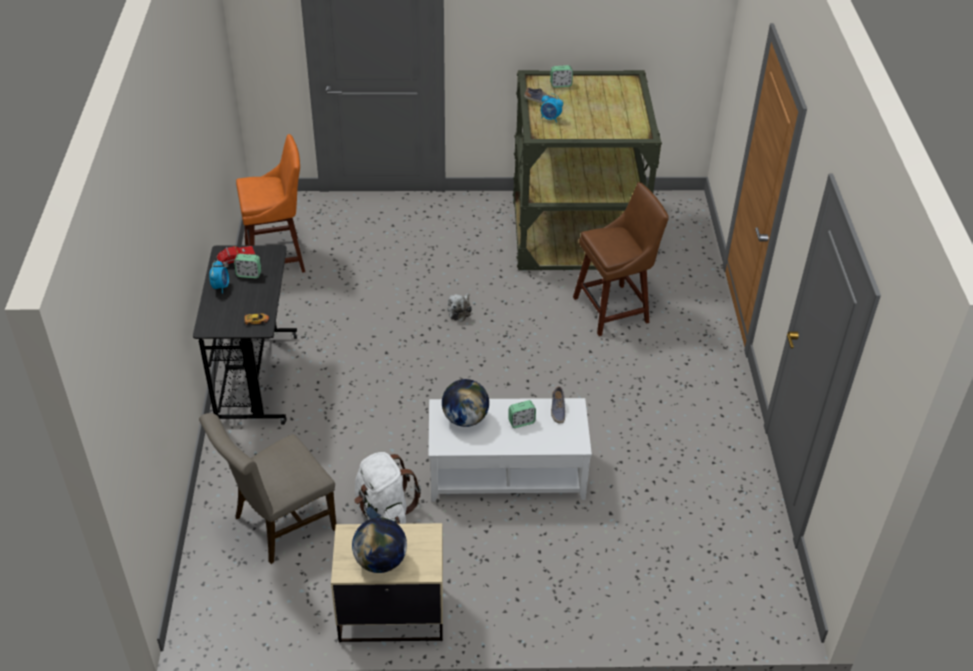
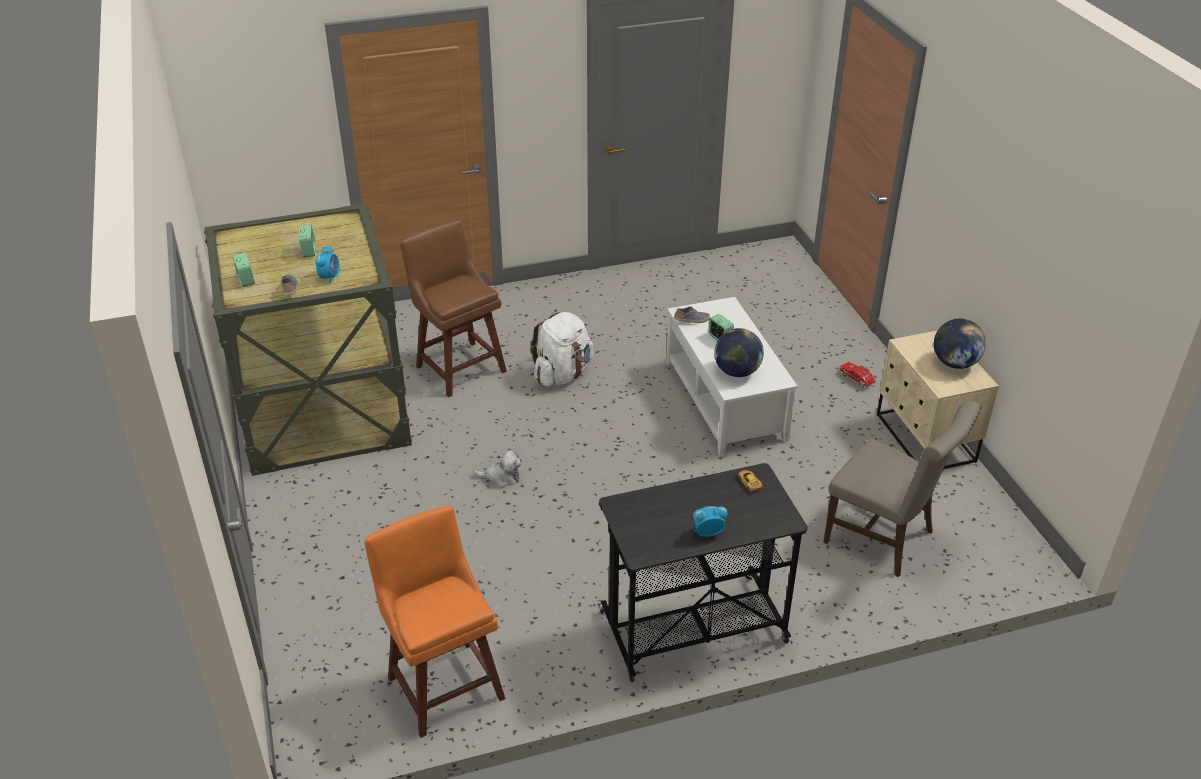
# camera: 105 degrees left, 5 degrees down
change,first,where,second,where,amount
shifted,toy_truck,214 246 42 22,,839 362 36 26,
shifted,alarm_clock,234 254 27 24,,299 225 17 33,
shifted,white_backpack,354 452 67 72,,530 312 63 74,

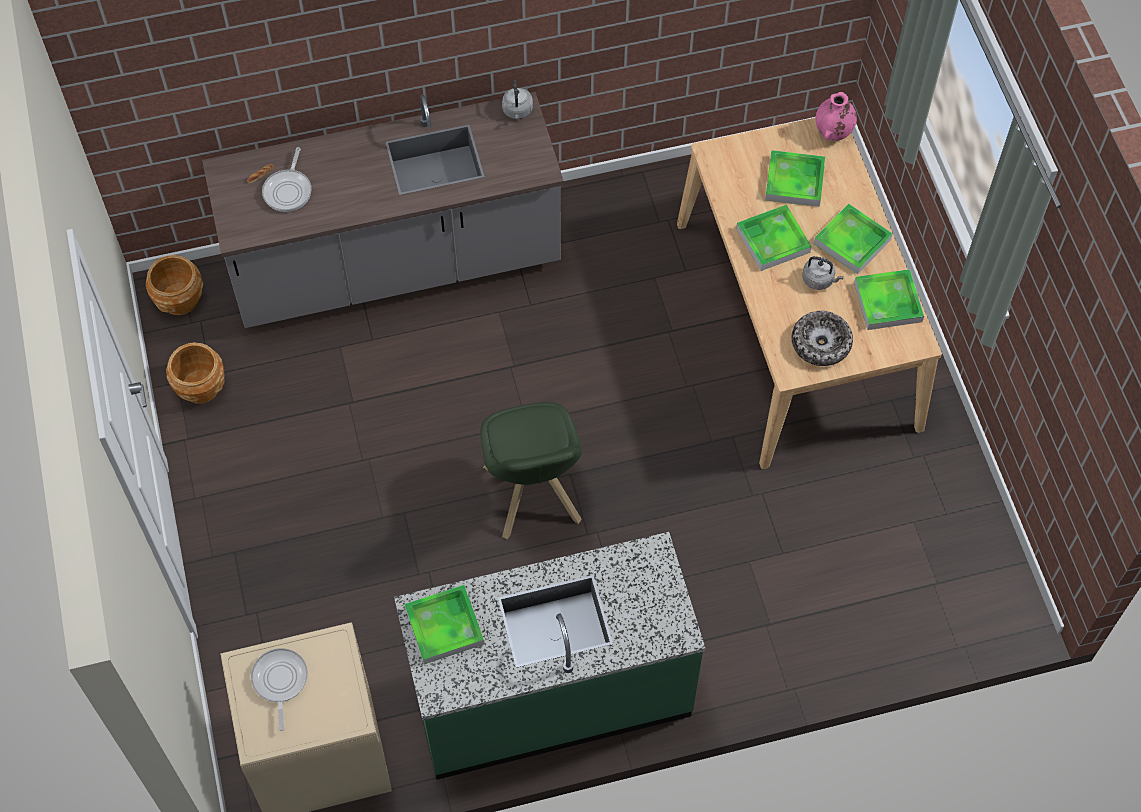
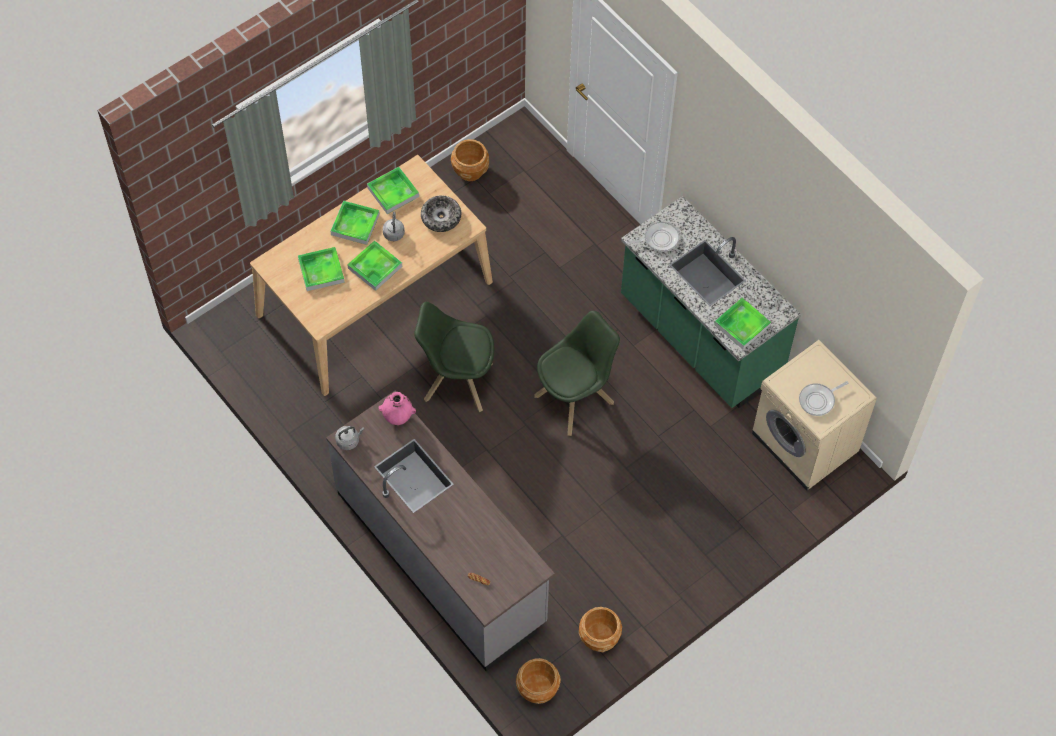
# camera: 115 degrees left, 0 degrees up
change,first,where,second,where,amount
shifted,pink_vase,816 92 41 49,,379 392 37 33,
shifted,frying_pan,262 147 50 65,,627 222 52 30,
new,,,brown_planter,451 139 38 42,
new,,,green_chair,414 302 80 110,

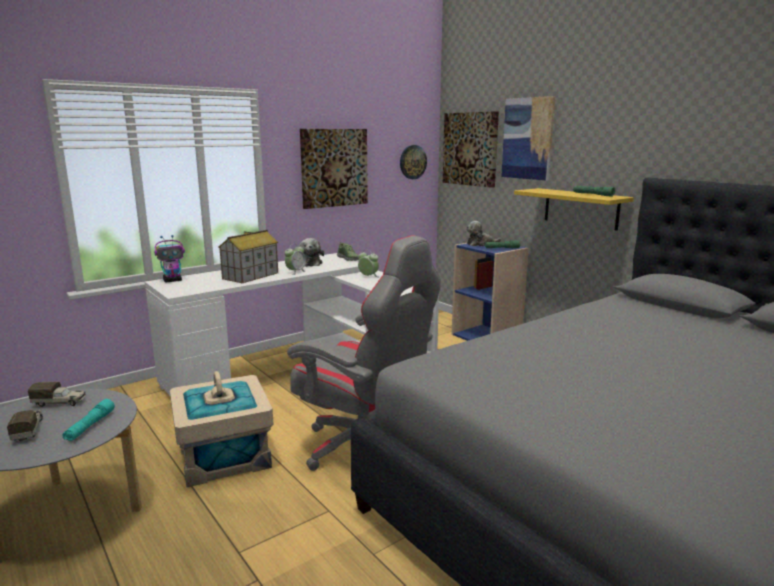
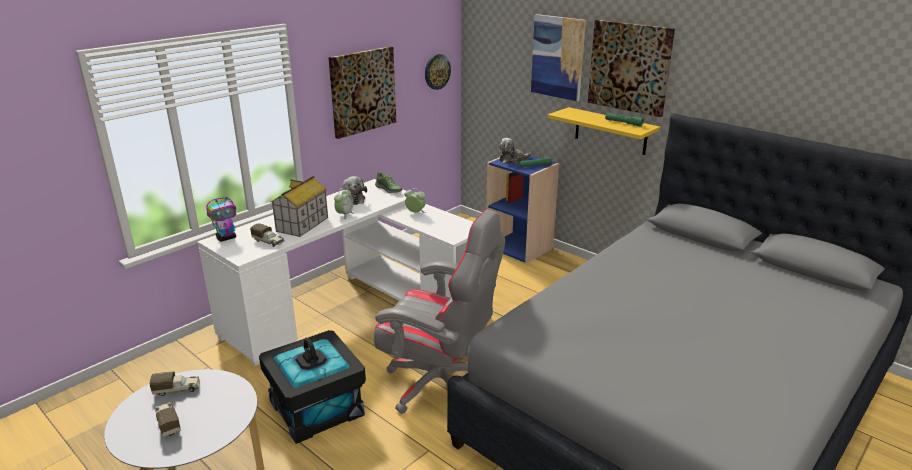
# camera: 10 degrees left, 10 degrees up
change,first,where,second,where,amount
shifted,picture,443 111 56 77,,588 20 87 97,
repainted,beige_storage_box,170 371 104 116,black_storage_box,259 330 107 114,
gone,turquoise_flashlight,62 399 53 42,,,
new,,,toy_truck,250 223 34 24,

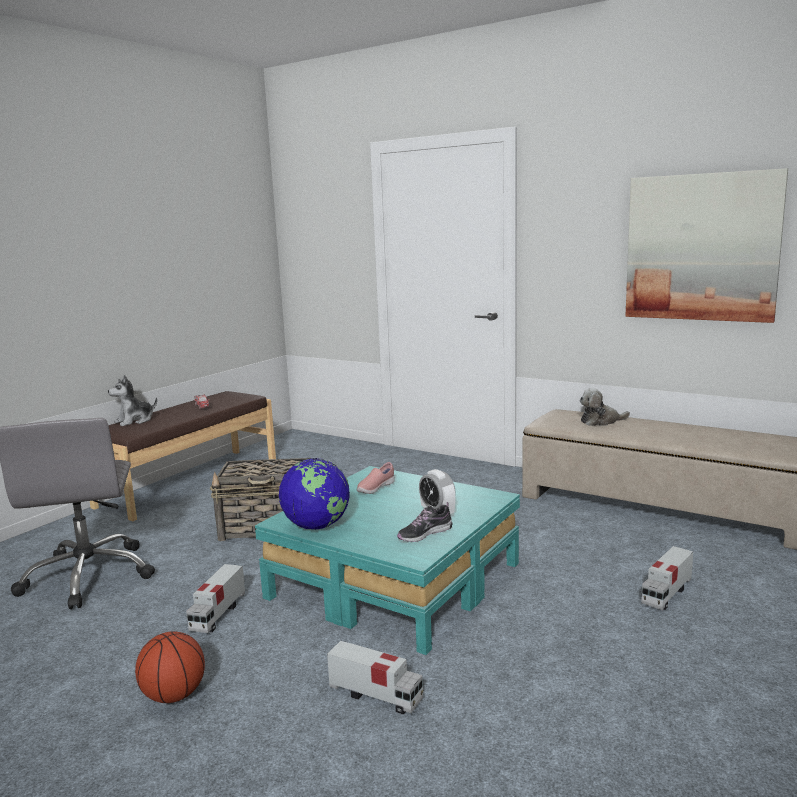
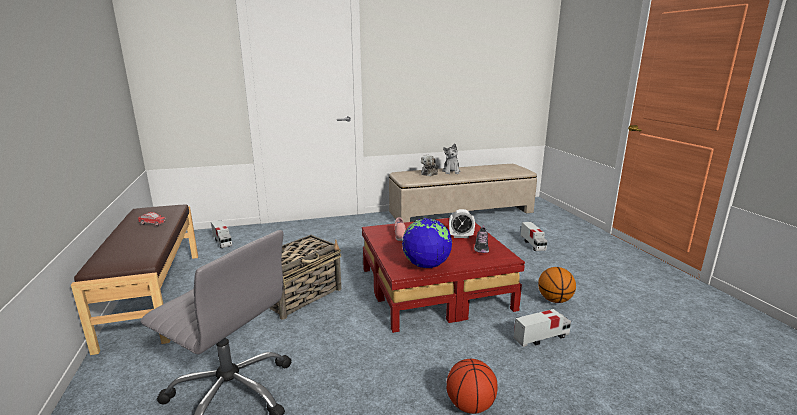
# camera: 50 degrees left, 5 degrees up
change,first,where,second,where,amount
gone,picture,625 168 163 155,,,
shifted,plush_toy,108 375 49 51,,442 143 18 31,
repainted,turquoise_coffee_table,255 466 265 189,red_coffee_table,362 218 163 115,
shifted,toy_truck,186 564 59 69,,211 220 21 28,
new,,,basketball,538 267 38 36,

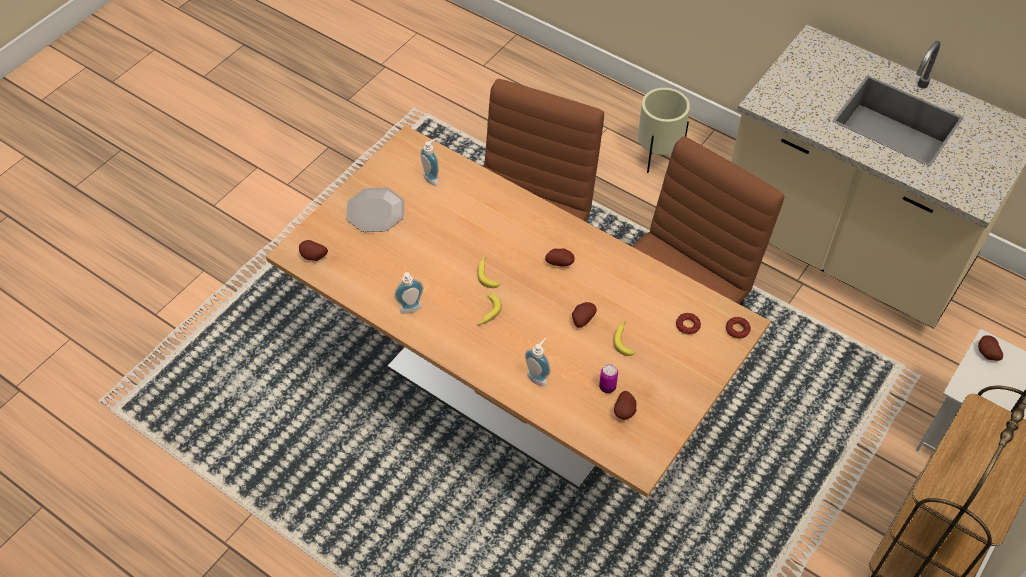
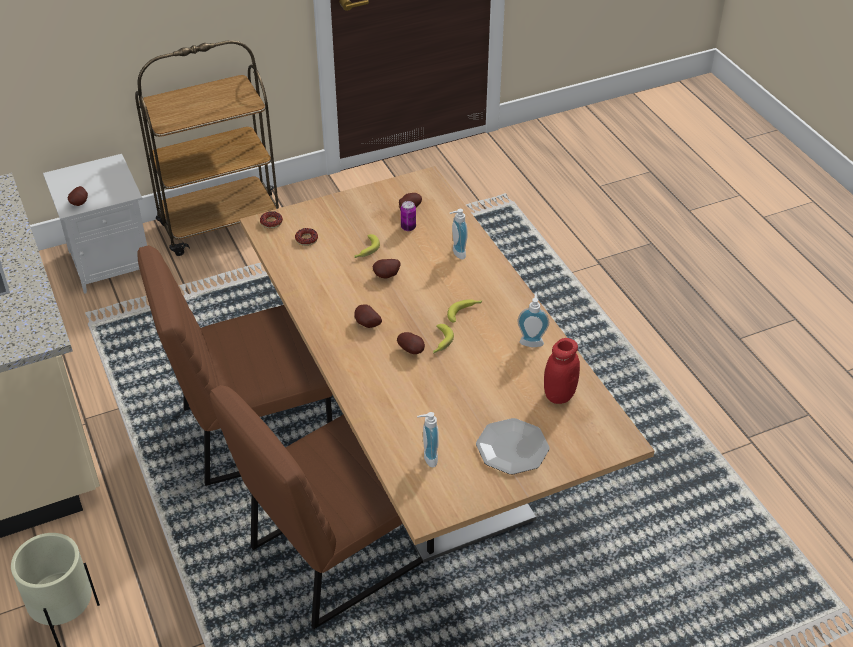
# camera: 150 degrees left, 10 degrees down
change,first,where,second,where,amount
shifted,potato,299 240 29 21,,397 332 28 22,
new,,,red_jar,544 338 36 66,

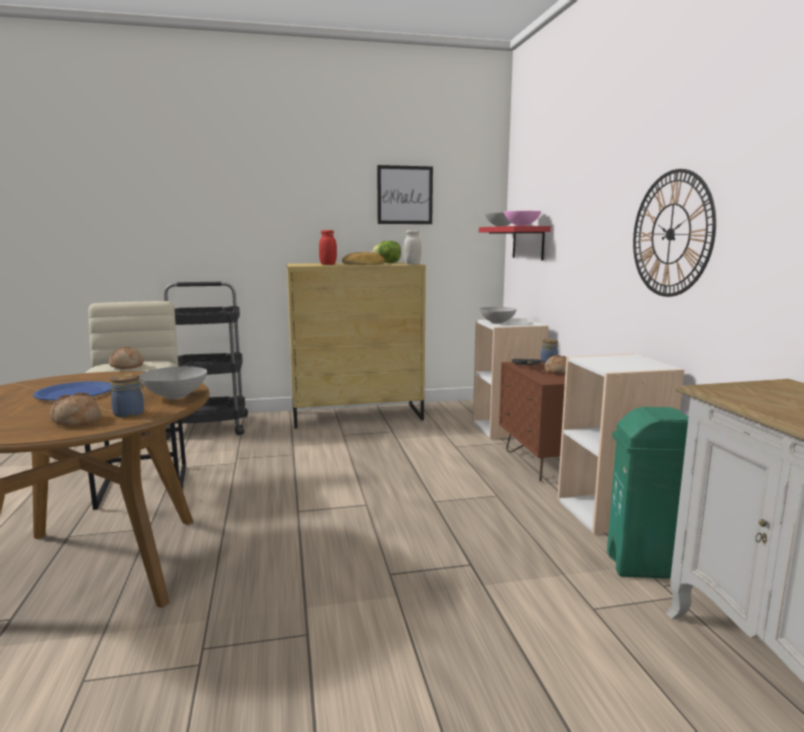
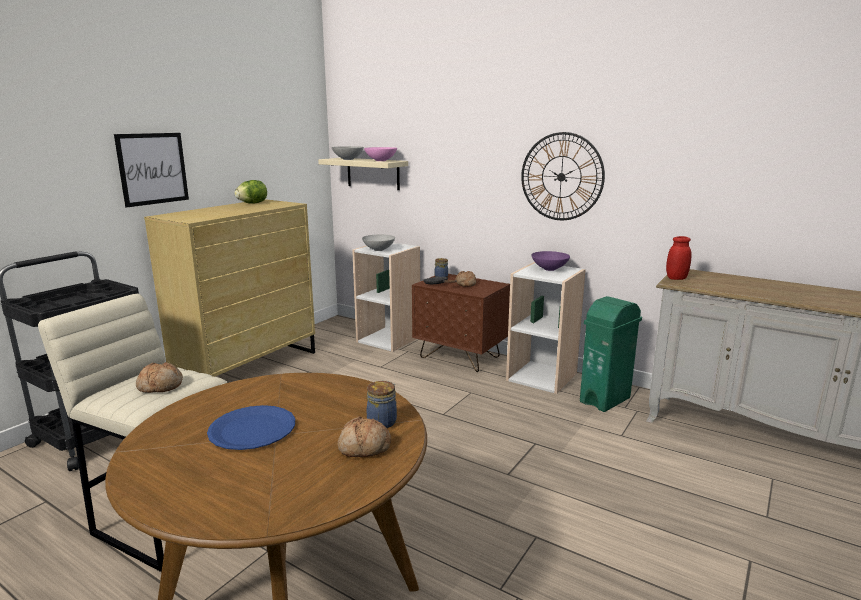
# camera: 45 degrees left, 5 degrees up
change,first,where,second,where,amount
shifted,picture,377 165 56 59,,114 133 75 75,
repainted,red_shelf,479 226 72 35,beige_shelf,318 158 90 32,
shifted,red_jar,319 230 18 35,,666 236 25 44,
gone,white_jar,403 230 19 34,,,
gone,bread,342 252 43 13,,,
gone,grey_bowl,139 366 68 33,,,
new,,,purple_bowl,531 251 39 20,

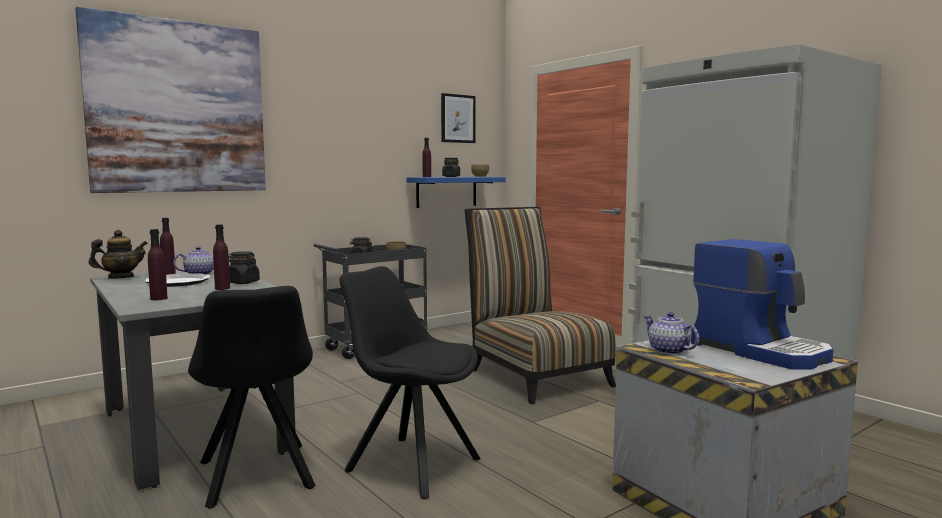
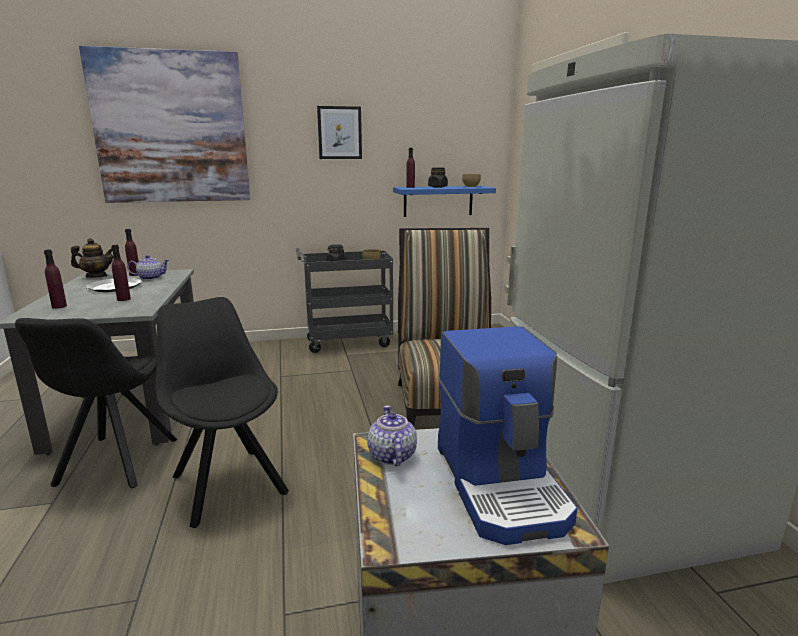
# camera: 25 degrees right, 10 degrees up
change,first,where,second,where,amount
shifted,picture,441 93 34 50,,317 106 45 53,
gone,black_jar,229 251 31 33,,,

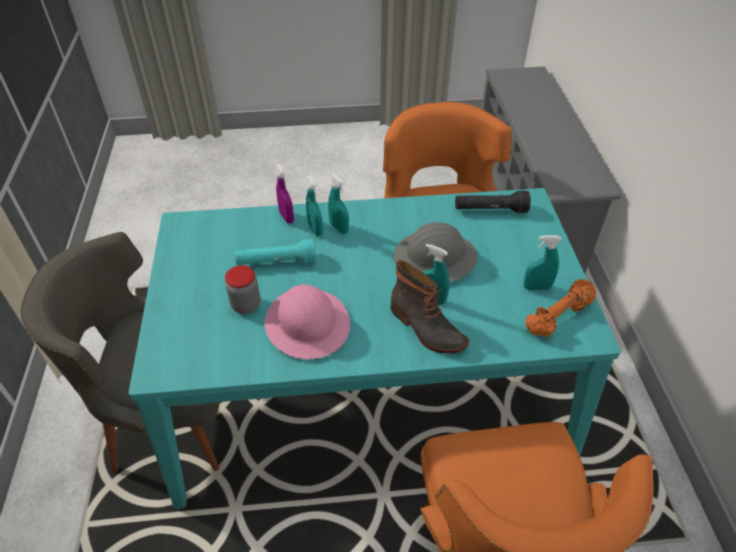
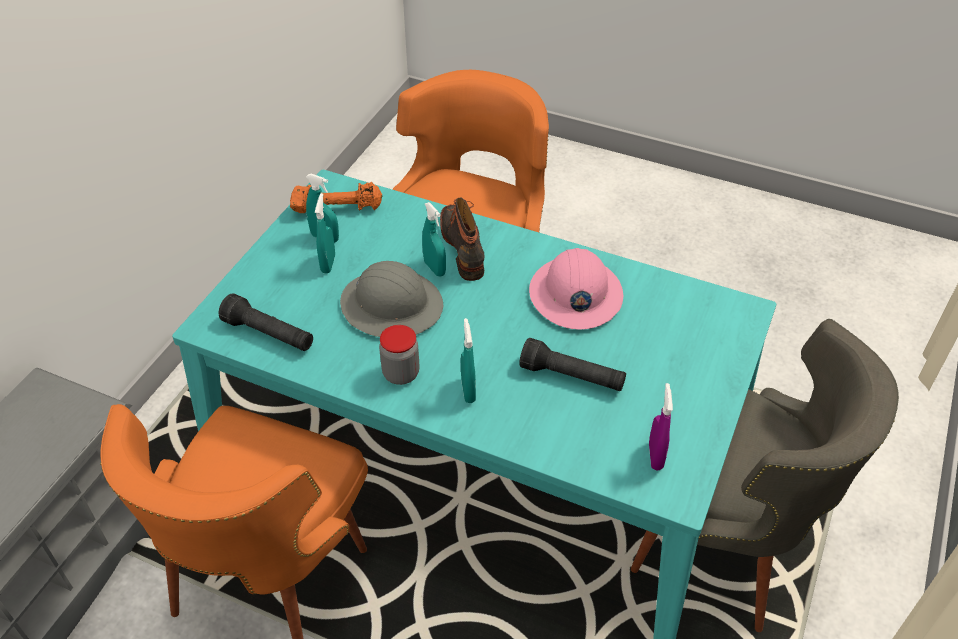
# camera: 150 degrees left, 0 degrees up
change,first,where,second,where,amount
shifted,purple_spray_bottle,276 164 18 60,,649 383 24 88,
shifted,turquoise_spray_bottle,306 175 17 61,,315 193 20 81,
repainted,turquoise_flashlight,235 239 81 26,black_flashlight,519 338 107 53,
shifted,jar,225 265 35 49,,379 325 41 60,

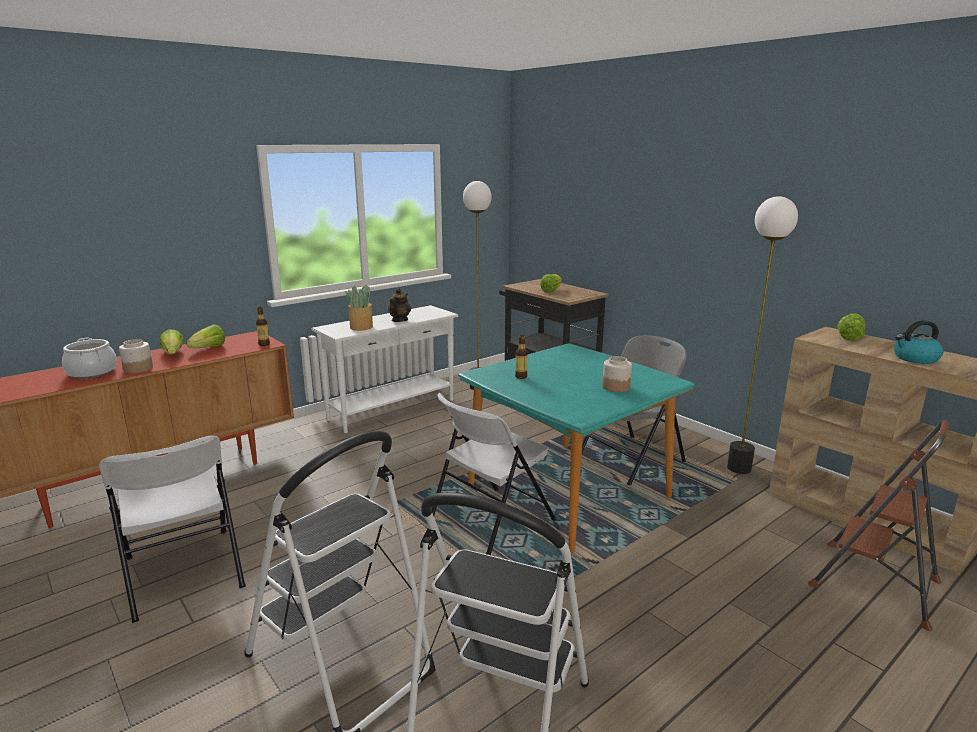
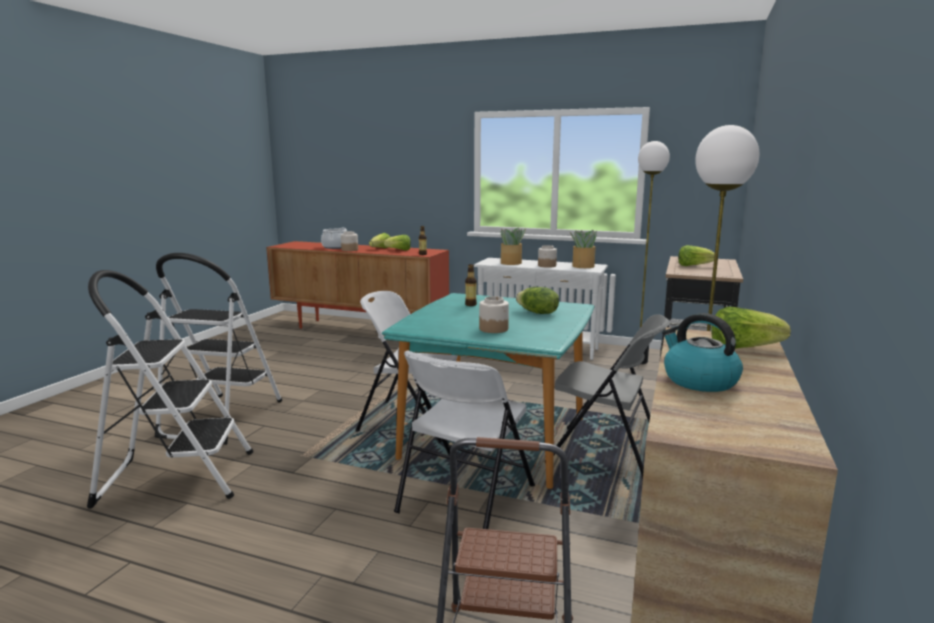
# camera: 60 degrees right, 5 degrees down
change,first,where,second,where,amount
swapped,teapot,388 288 23 34,jar,538 245 19 23,
shifted,white_chair,99 436 147 187,,394 350 141 179,
new,,,potted_plant,570 230 27 38,
new,,,lettuce,516 287 43 27,

